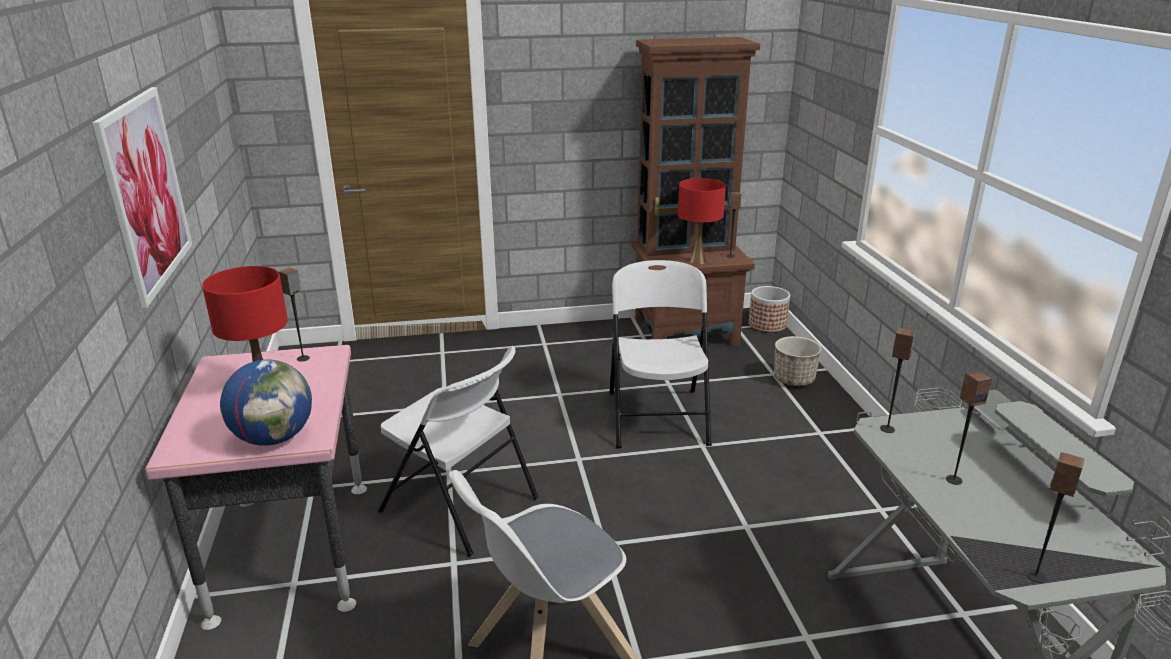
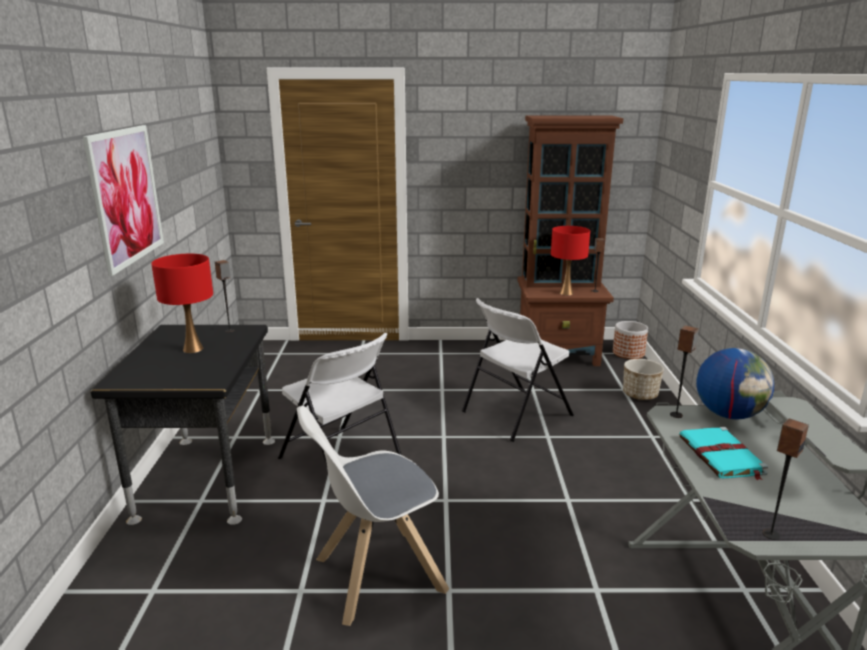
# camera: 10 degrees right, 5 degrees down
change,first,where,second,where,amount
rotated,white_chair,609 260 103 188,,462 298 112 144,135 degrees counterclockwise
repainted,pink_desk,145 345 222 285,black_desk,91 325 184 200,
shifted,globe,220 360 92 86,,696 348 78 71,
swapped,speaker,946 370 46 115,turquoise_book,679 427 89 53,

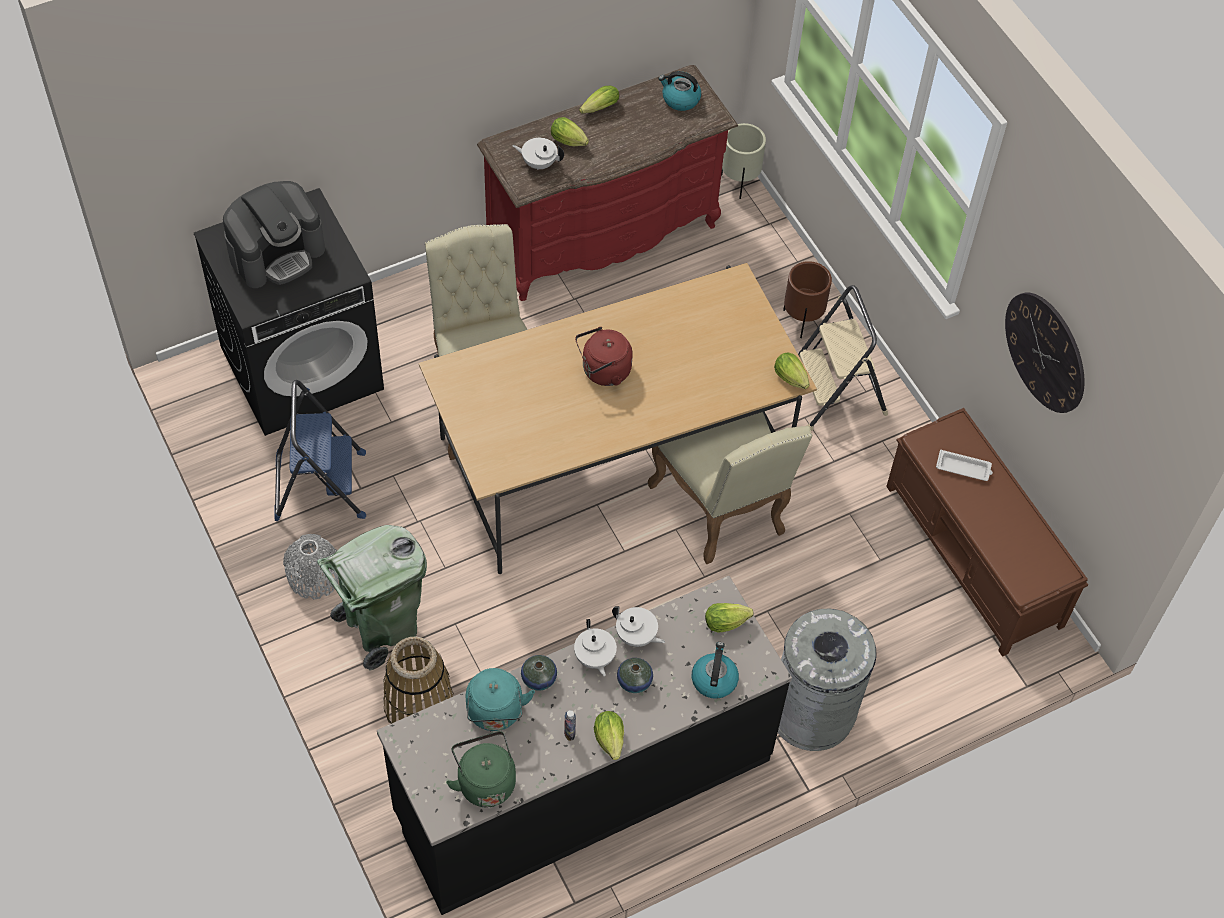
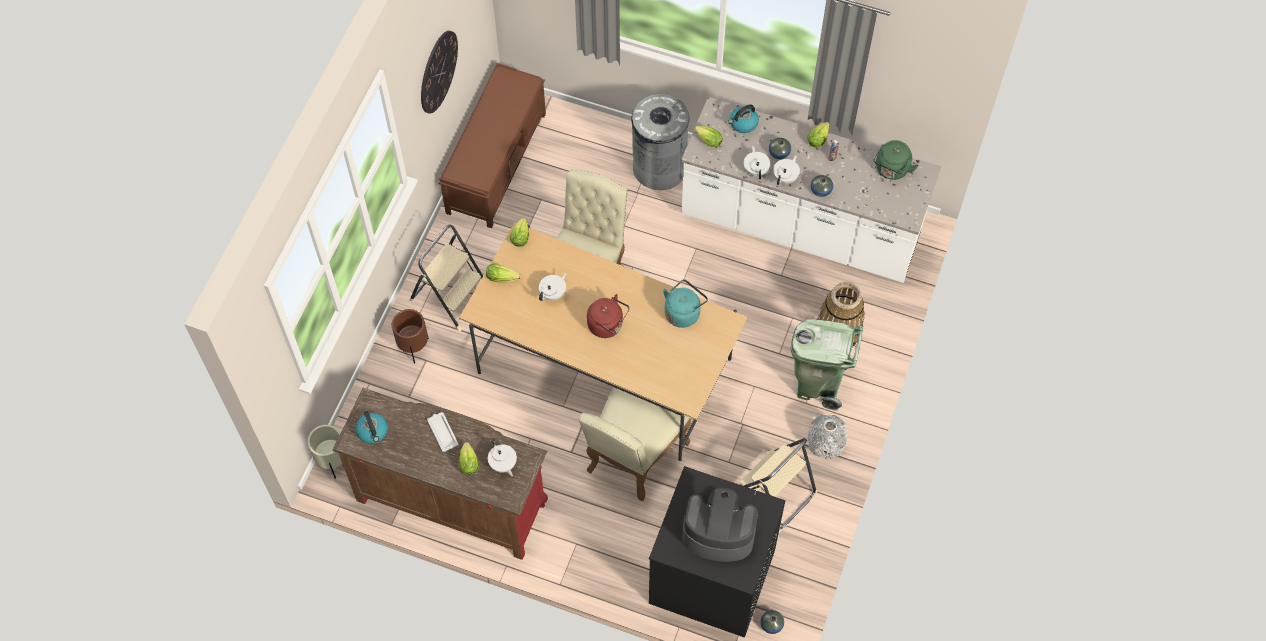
# camera: 130 degrees left, 5 degrees up
change,first,where,second,where,amount
shifted,lettuce,579 86 40 27,,486 263 35 20,
repainted,blue_step_ladder,274 380 92 141,beige_step_ladder,740 438 77 95,
shifted,white_tray,936 450 57 31,,427 412 31 40,
repainted,black_counter,377 576 415 339,white_counter,681 97 260 186,
shifted,turquoise_kettle,466 668 69 63,,663 279 45 49,
new,,,white_teapot,539 272 28 29,
new,,,vase,760 610 24 24,

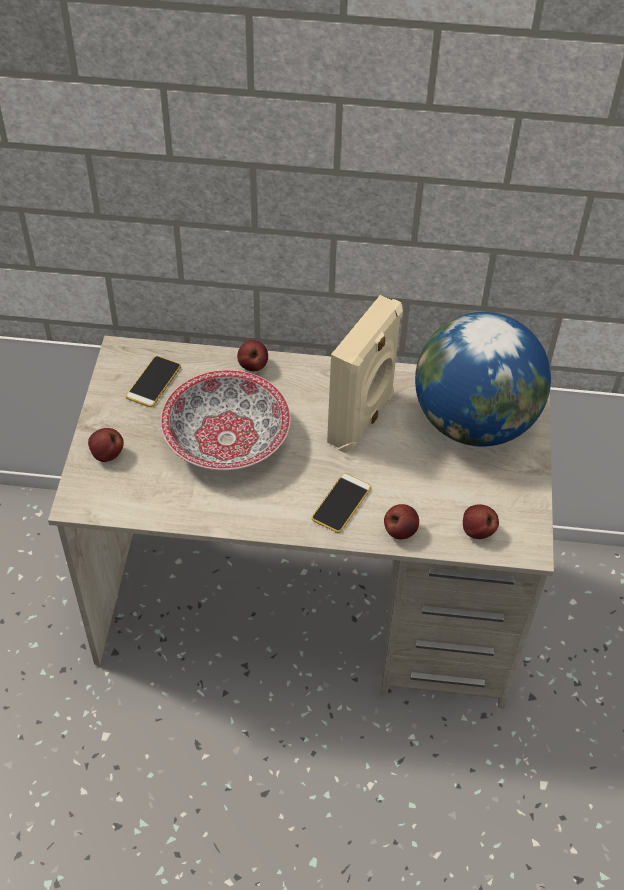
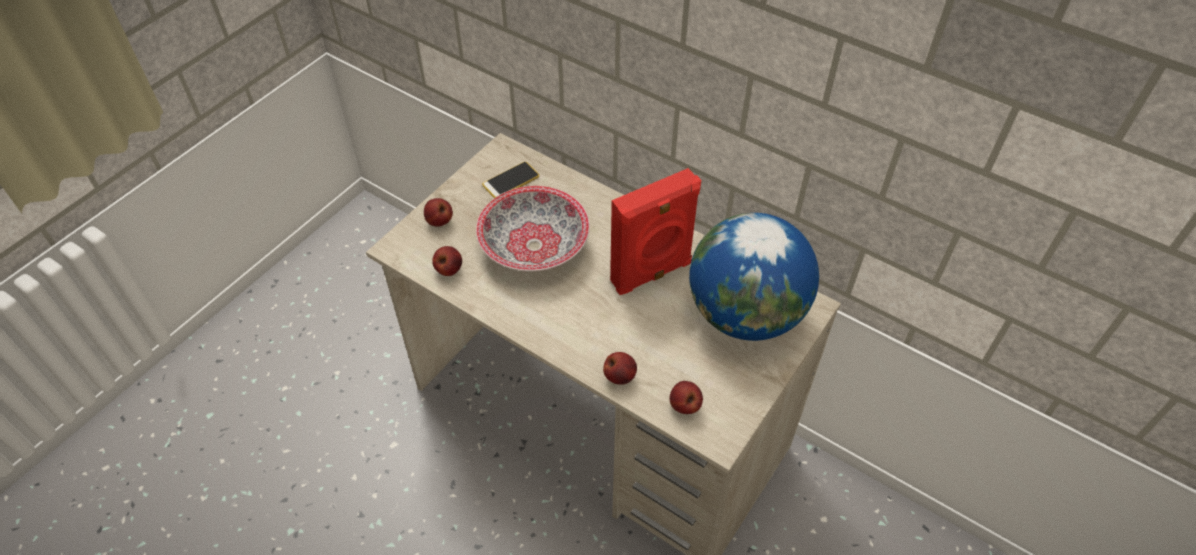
# camera: 30 degrees right, 0 degrees up
change,first,where,second,where,amount
repainted,beige_speaker,327 295 76 158,red_speaker,610 168 91 127,
shifted,apple,237 340 31 31,,432 246 30 30,
gone,phone,312 473 59 60,,,

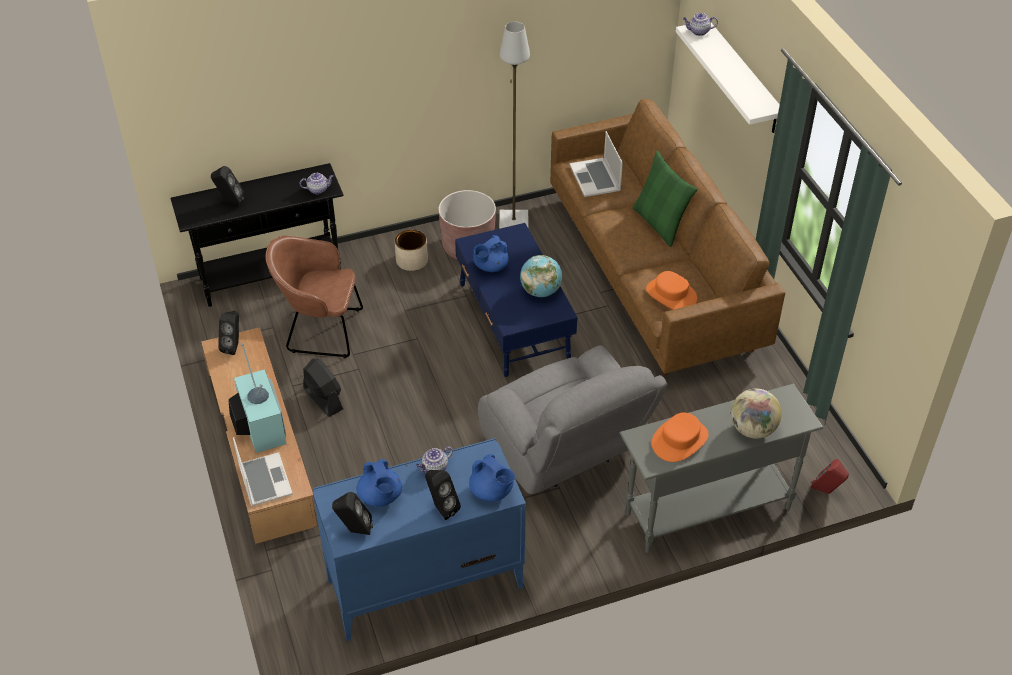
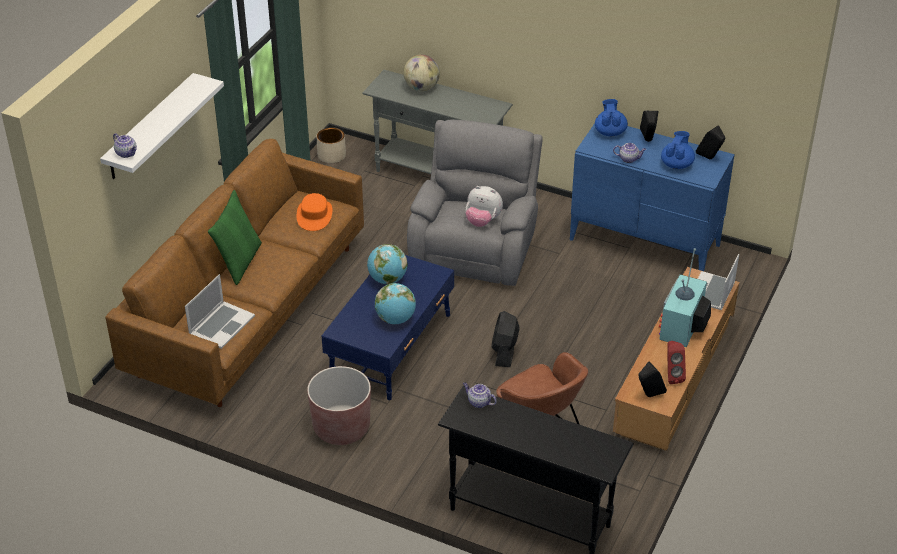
# camera: 135 degrees left, 5 degrees down
change,first,where,second,where,amount
gone,grey_floor_lamp,499 22 31 207,,,
gone,black_speaker,211 166 34 39,,,
shifted,beige_planter,395 230 33 41,,316 127 30 36,
swapped,blue_teapot,473 235 36 37,globe,375 283 41 41,
shifted,black_fan,303 358 40 59,,491 311 29 56,
gone,orange_hat,652 412 57 50,,,
shifted,red_speaker,811 459 38 35,,667 341 19 43,
new,,,plush_toy,466 186 37 41,

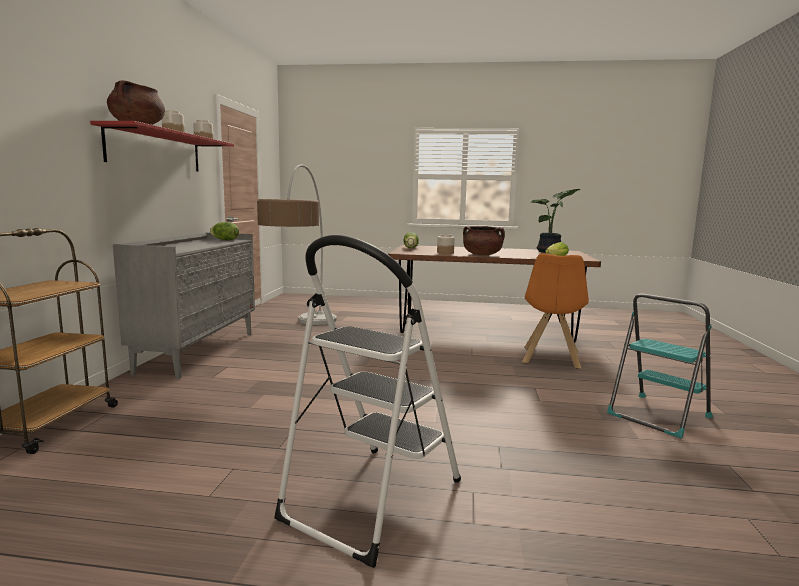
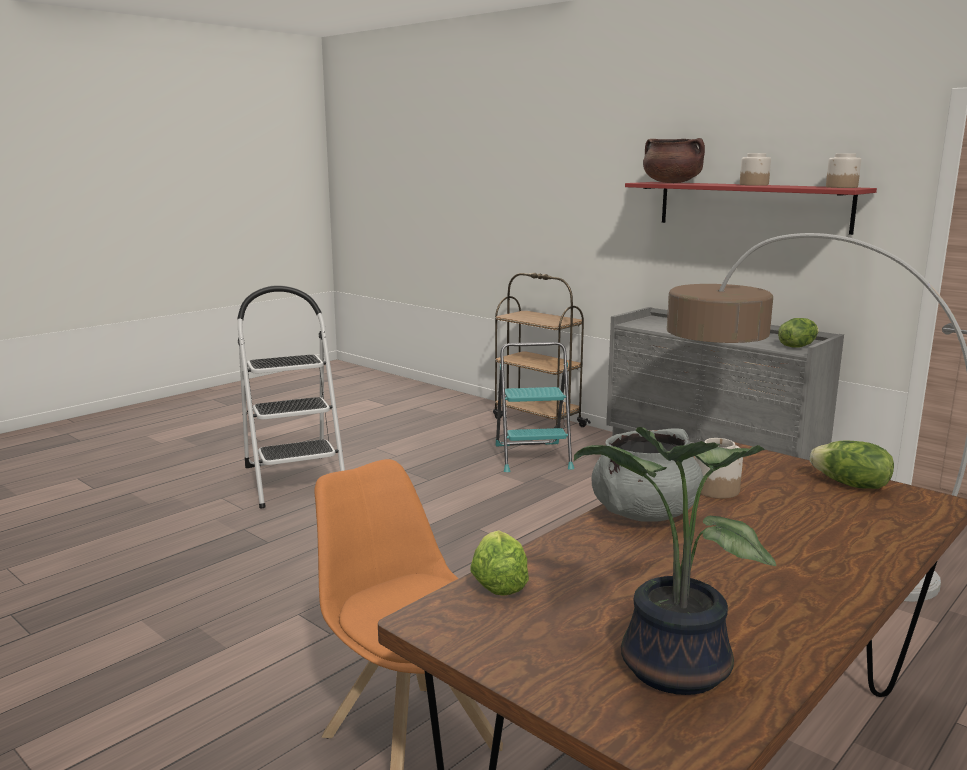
# camera: 125 degrees right, 5 degrees up
change,first,where,second,where,amount
repainted,brown_cooking_pot,463 226 42 29,grey_cooking_pot,591 428 112 94,
shifted,turquoise_step_ladder,607 294 106 145,,496 342 78 130,

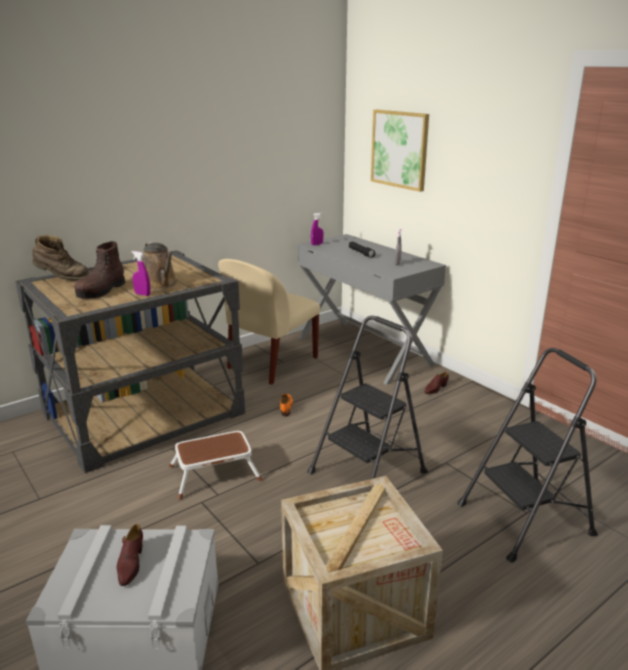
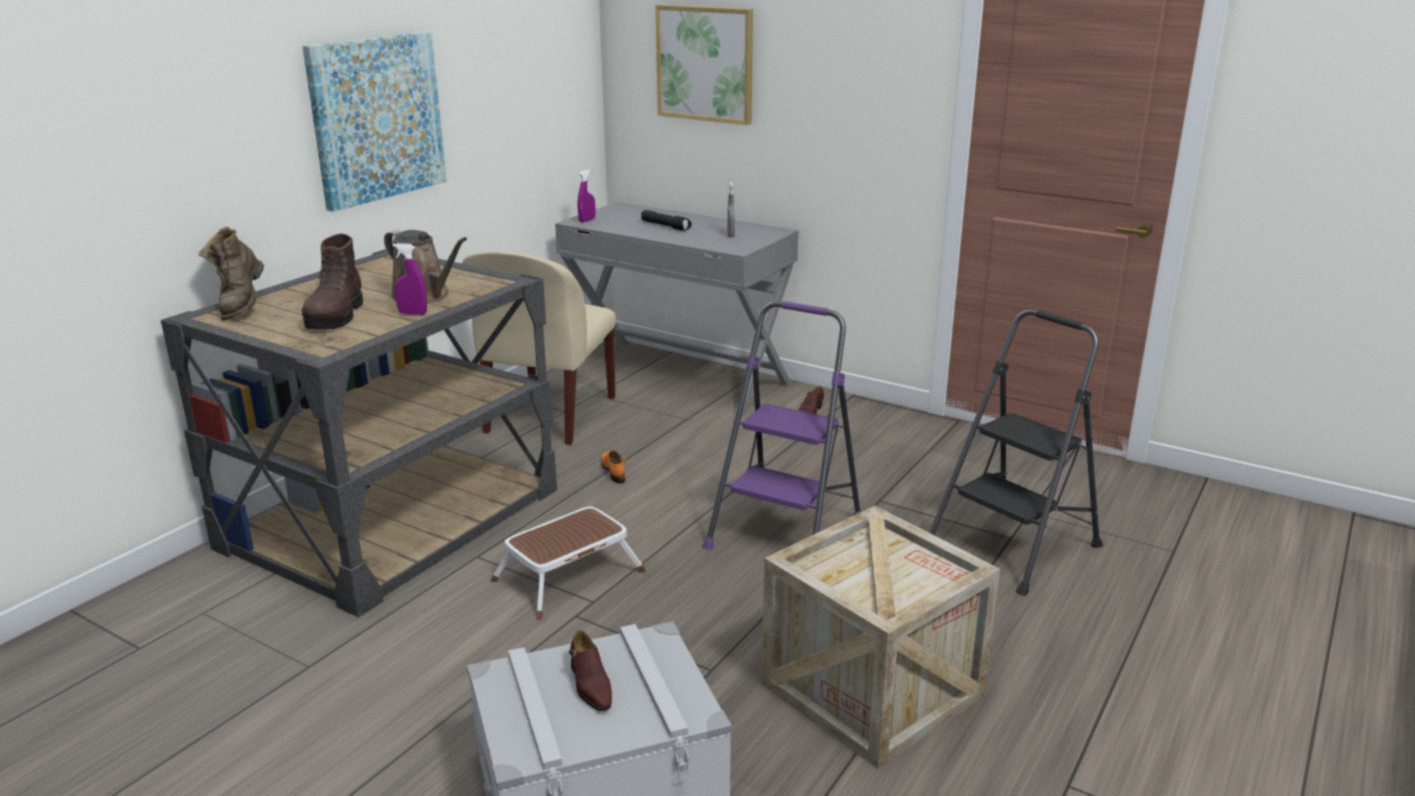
# camera: 20 degrees left, 0 degrees up
change,first,where,second,where,amount
rotated,brown_boot,32 235 57 46,,199 227 65 94,105 degrees clockwise
repainted,black_step_ladder,307 316 121 163,purple_step_ladder,702 301 160 249,
new,,,picture,303 32 144 180,

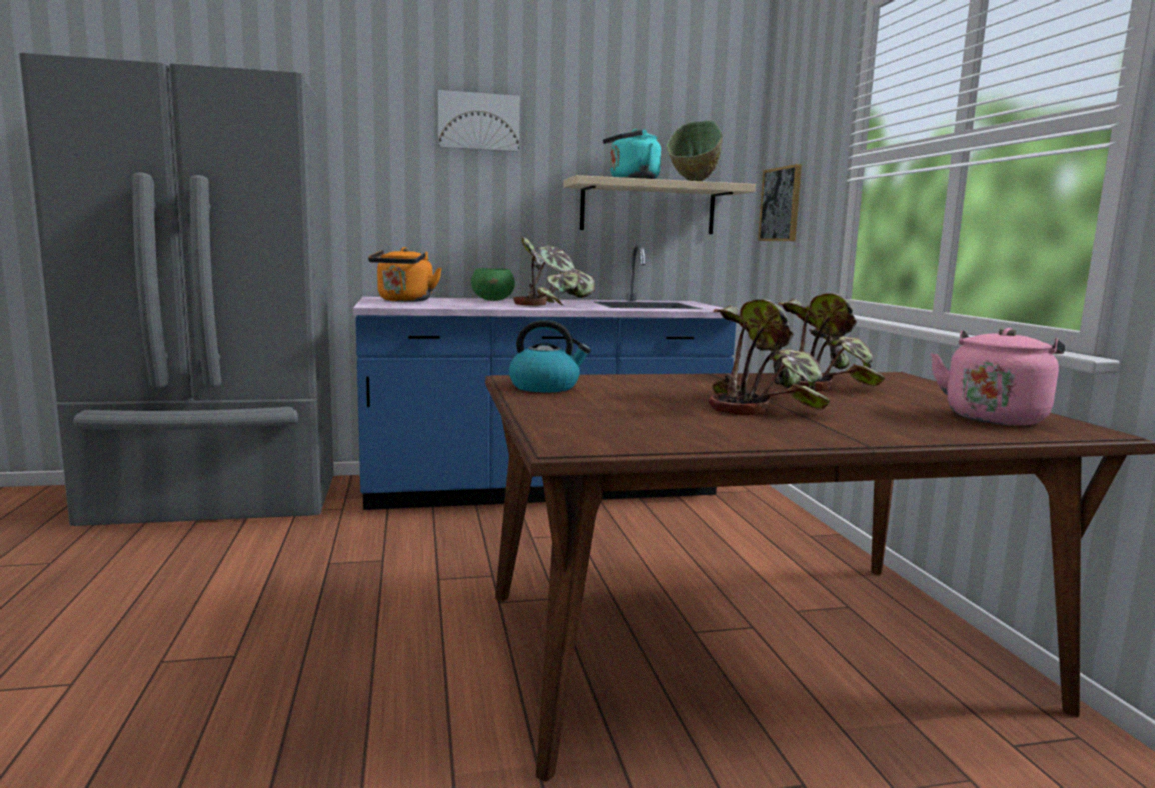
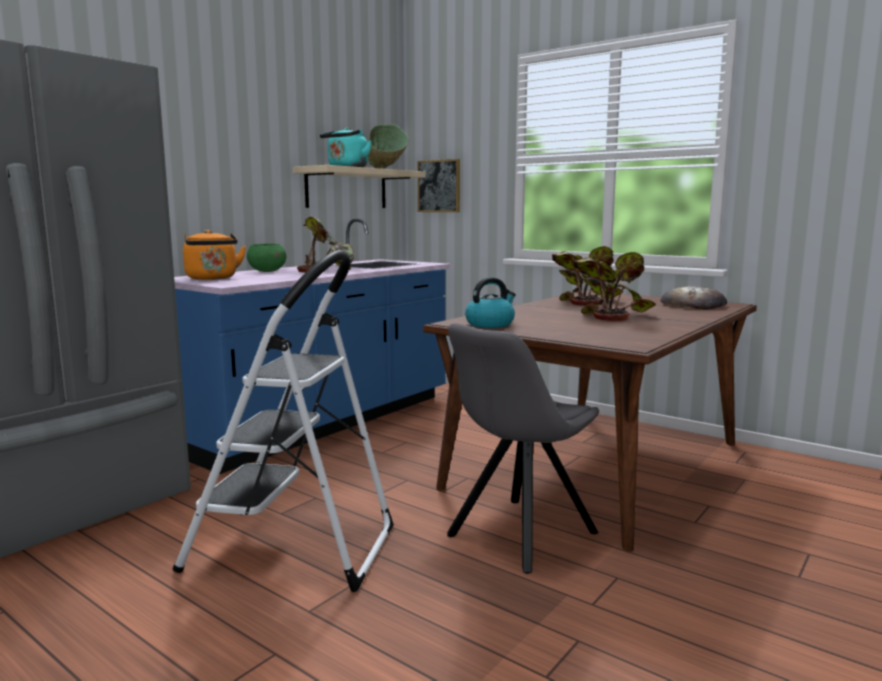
# camera: 40 degrees left, 0 degrees up
change,first,where,second,where,amount
gone,picture,438 90 82 62,,,
swapped,pink_kettle,931 328 134 98,bread,660 286 67 23,
new,,,step_ladder,173 250 221 342,
new,,,grey_chair,447 323 152 251,

